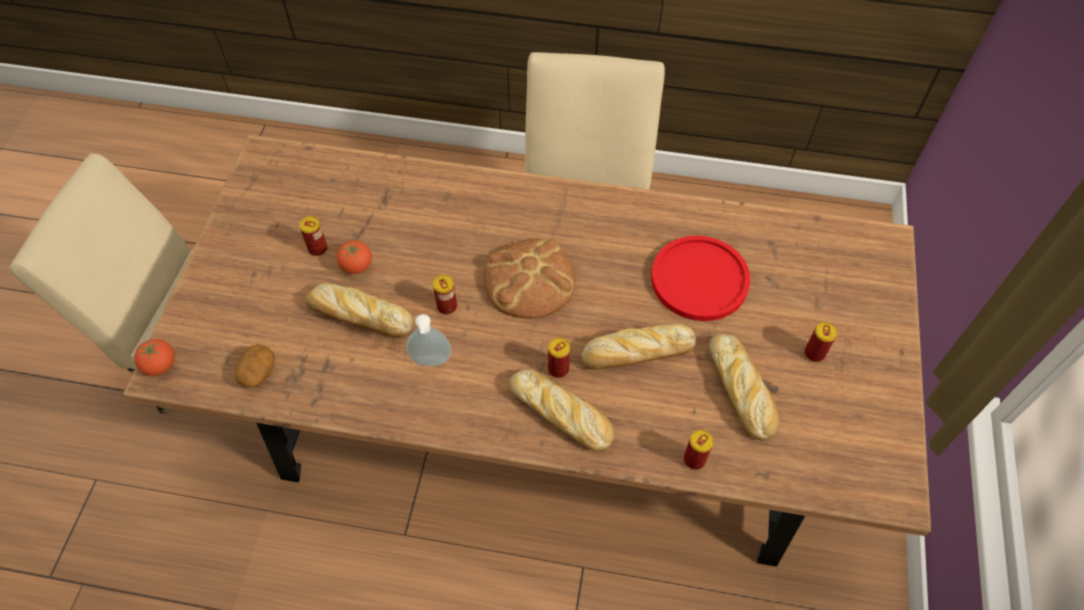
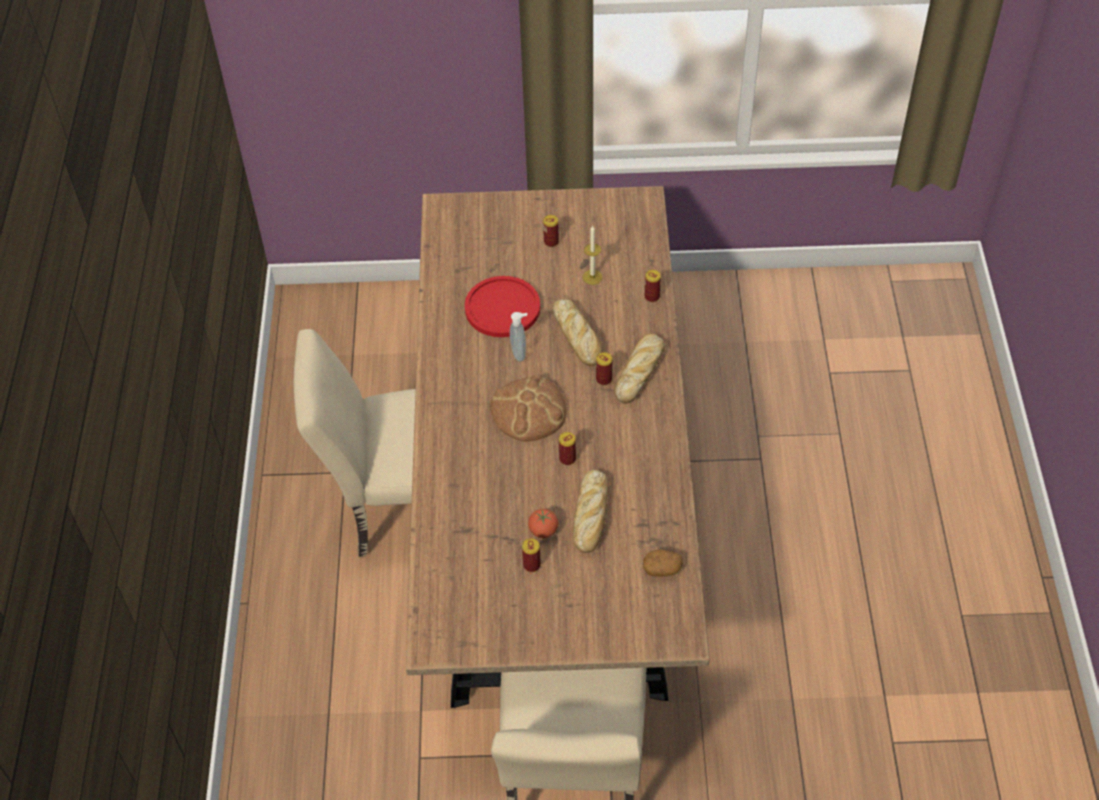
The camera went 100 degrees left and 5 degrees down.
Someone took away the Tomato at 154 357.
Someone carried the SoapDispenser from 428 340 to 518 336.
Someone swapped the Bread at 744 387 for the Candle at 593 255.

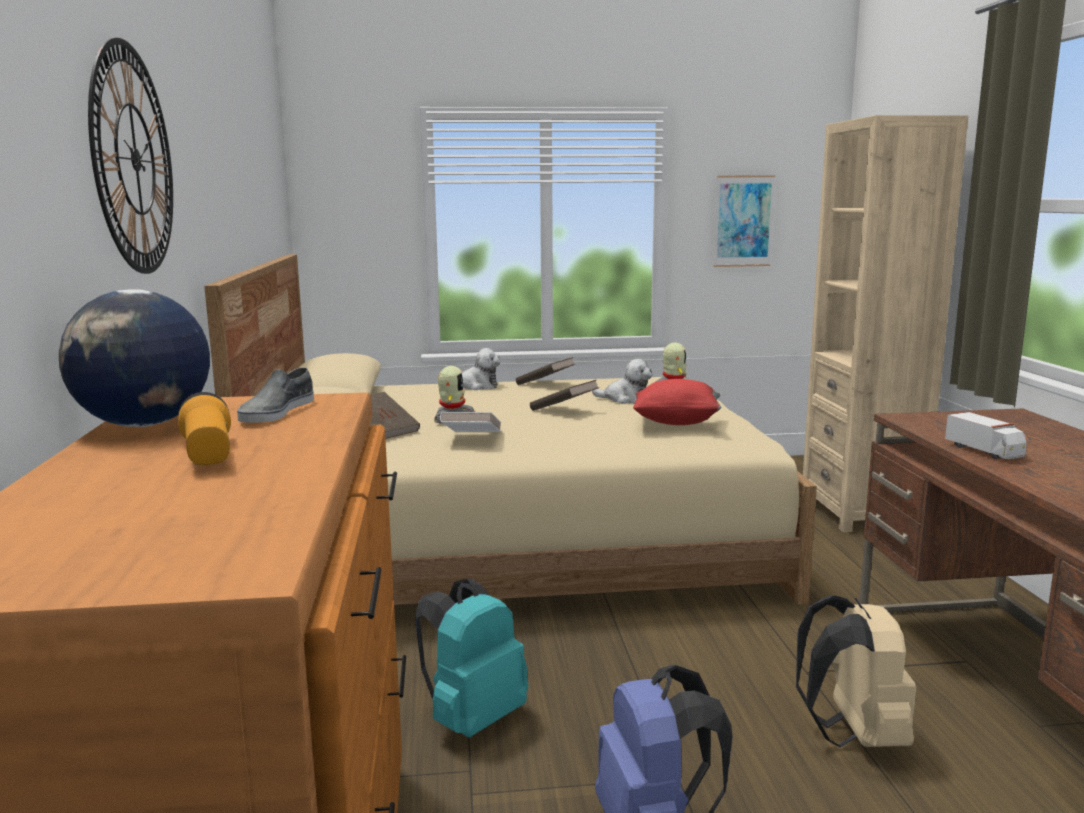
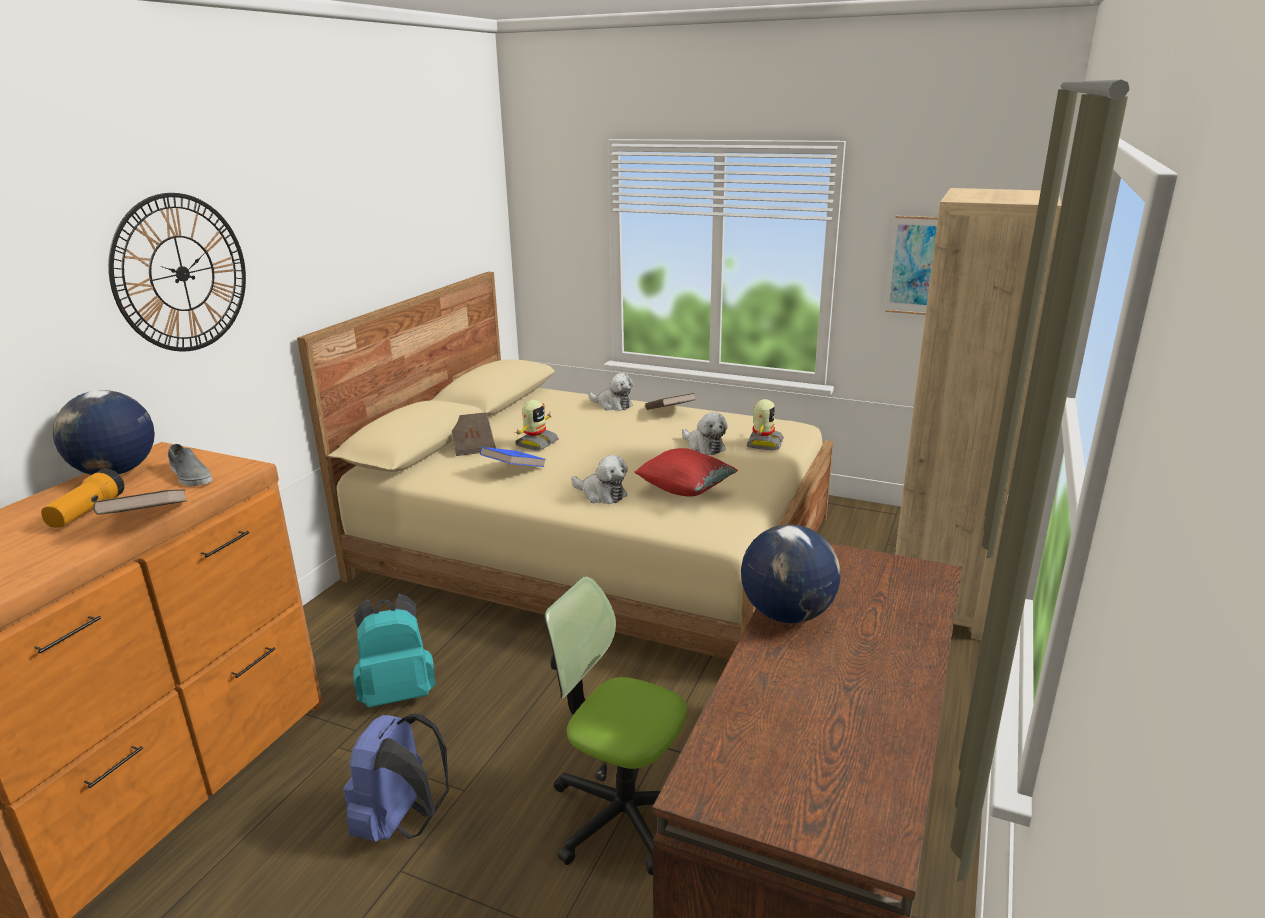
The camera went 30 degrees right and 10 degrees up.
Someone rotated the GreyShoe at 275 395 by 90 degrees counterclockwise.
Someone repainted the WhiteBook at 470 422, which became the BlueBook at 513 457.
Someone carried the BrownBook from 564 395 to 140 502.
Someone swapped the BeigeBackpack at 856 671 for the OfficeChair at 615 725.
Someone swapped the ToyTruck at 986 435 for the Globe at 790 574.
Someone put down the PlushToy at 599 479.

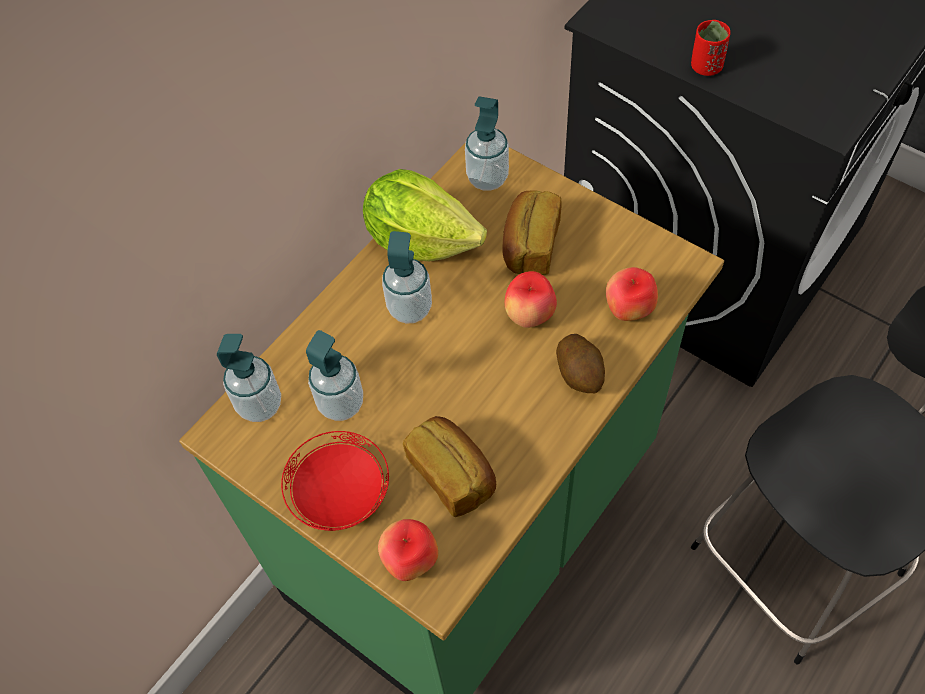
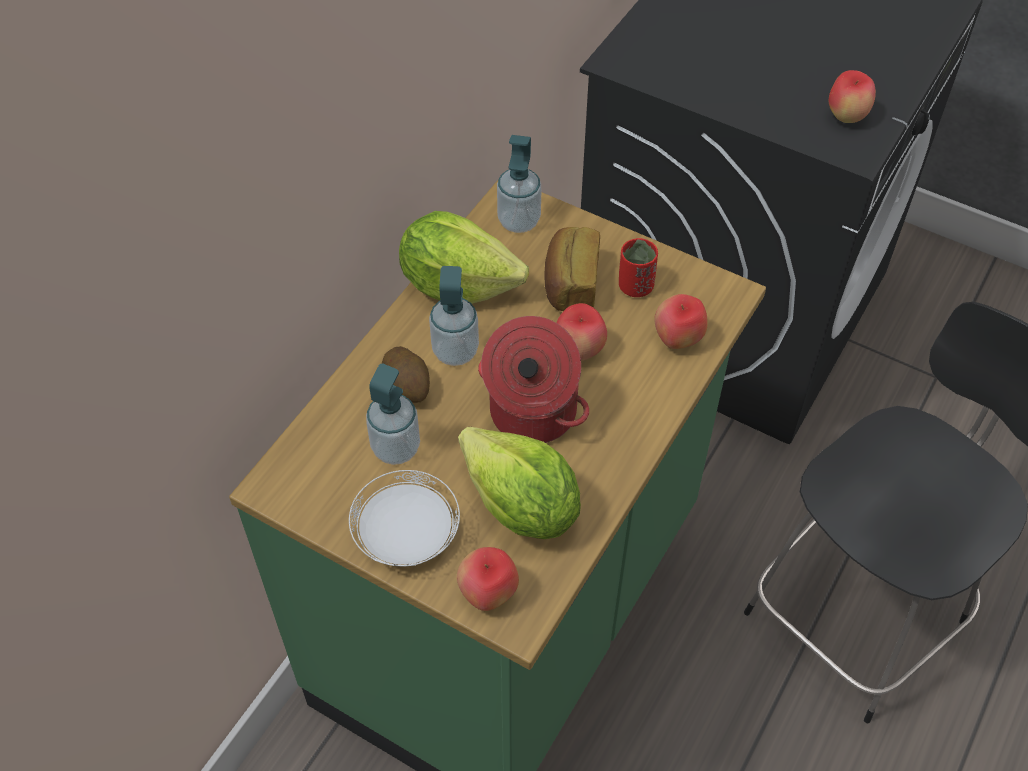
The camera went 10 degrees left and 5 degrees down.
Someone took away the SoapDispenser at 249 378.
Someone repainted the RedPlate at 335 481, which became the WhitePlate at 404 518.
Someone swapped the Bread at 449 466 for the Lettuce at 519 483.
Someone carried the Potato from 580 364 to 405 374.
Someone carried the RedCup from 711 48 to 638 267.
Someone put down the CookingPot at 533 379.
Someone put down the Apple at 852 96.

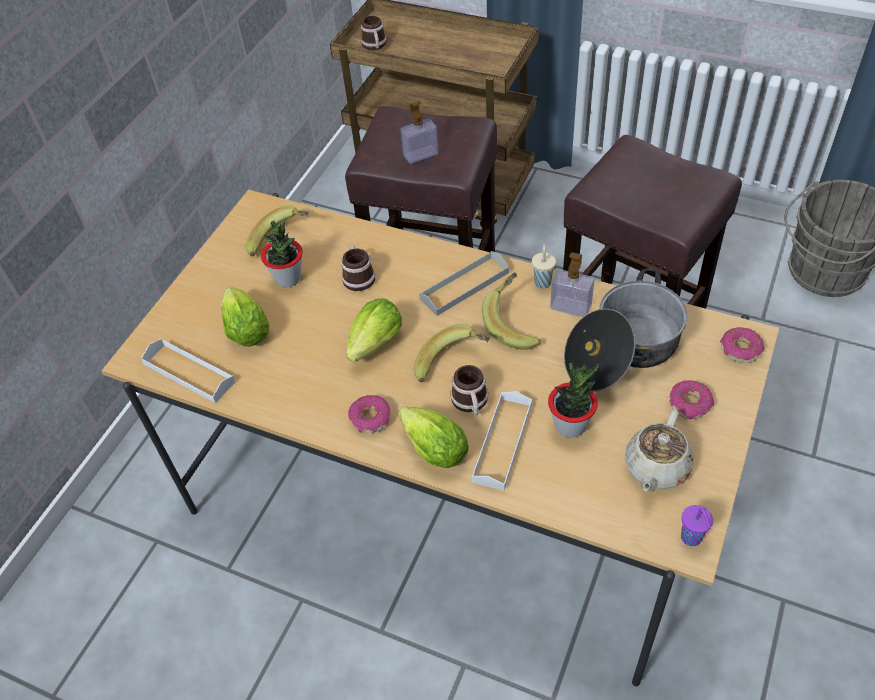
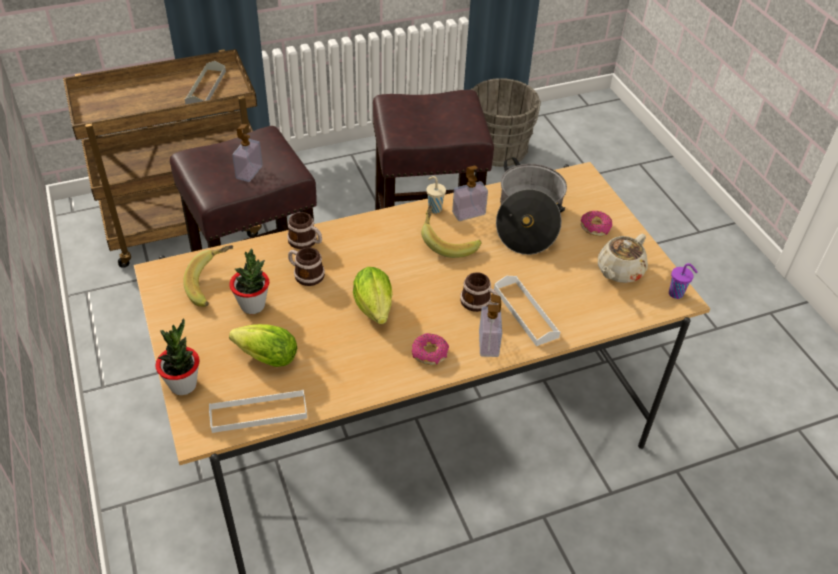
The camera went 50 degrees left and 5 degrees down.
Someone carried the Mug from 374 33 to 304 230.
Someone swapped the Lettuce at 433 437 for the SoapDispenser at 490 325.
Someone took away the Banana at 452 353.
Someone carried the GreyTray from 464 283 to 205 82.
Someone carried the PottedPlant from 573 400 to 177 357.
Someone rotated the BeigeTeapot at 659 451 by 60 degrees clockwise.
Someone took away the Donut at 742 345.

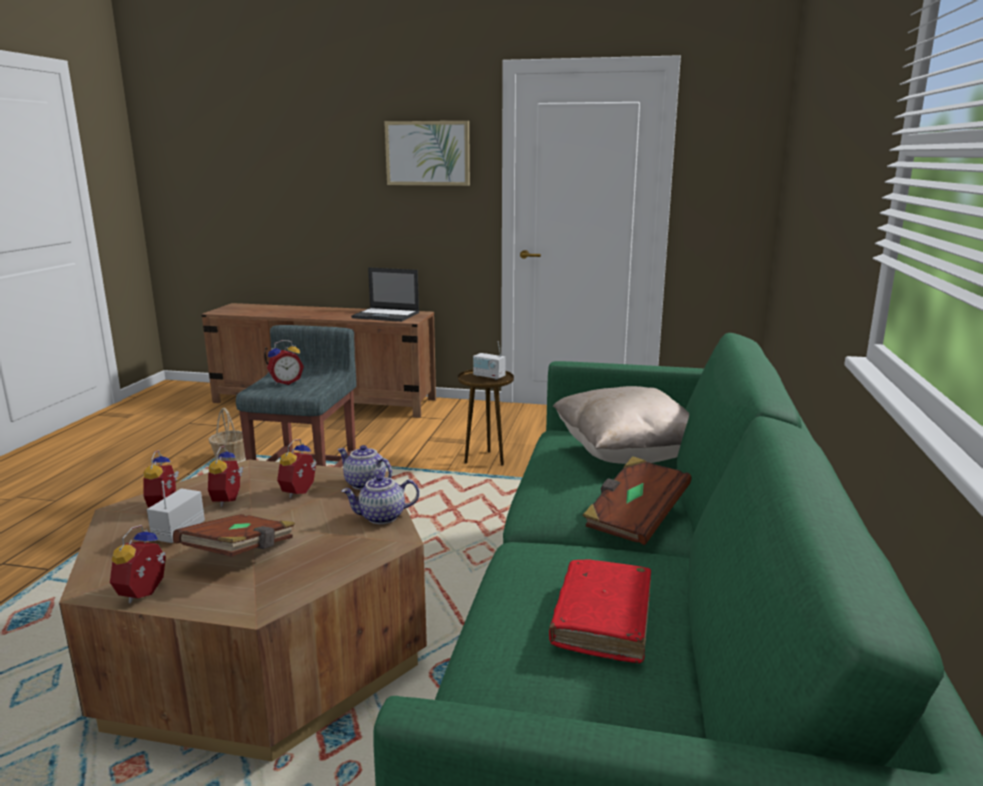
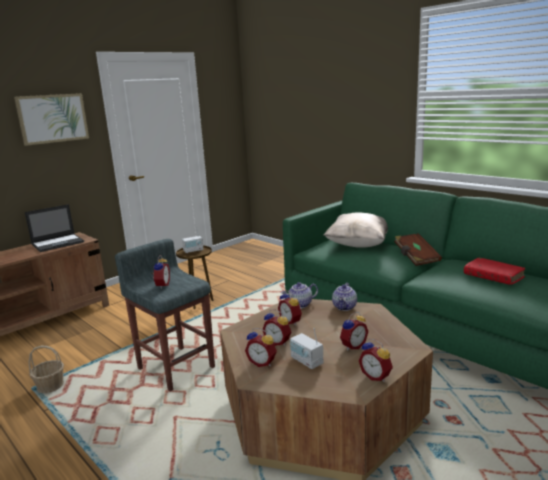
The camera went 55 degrees left and 0 degrees up.
Someone swapped the BrownBook at 234 535 for the AlarmClock at 354 331.

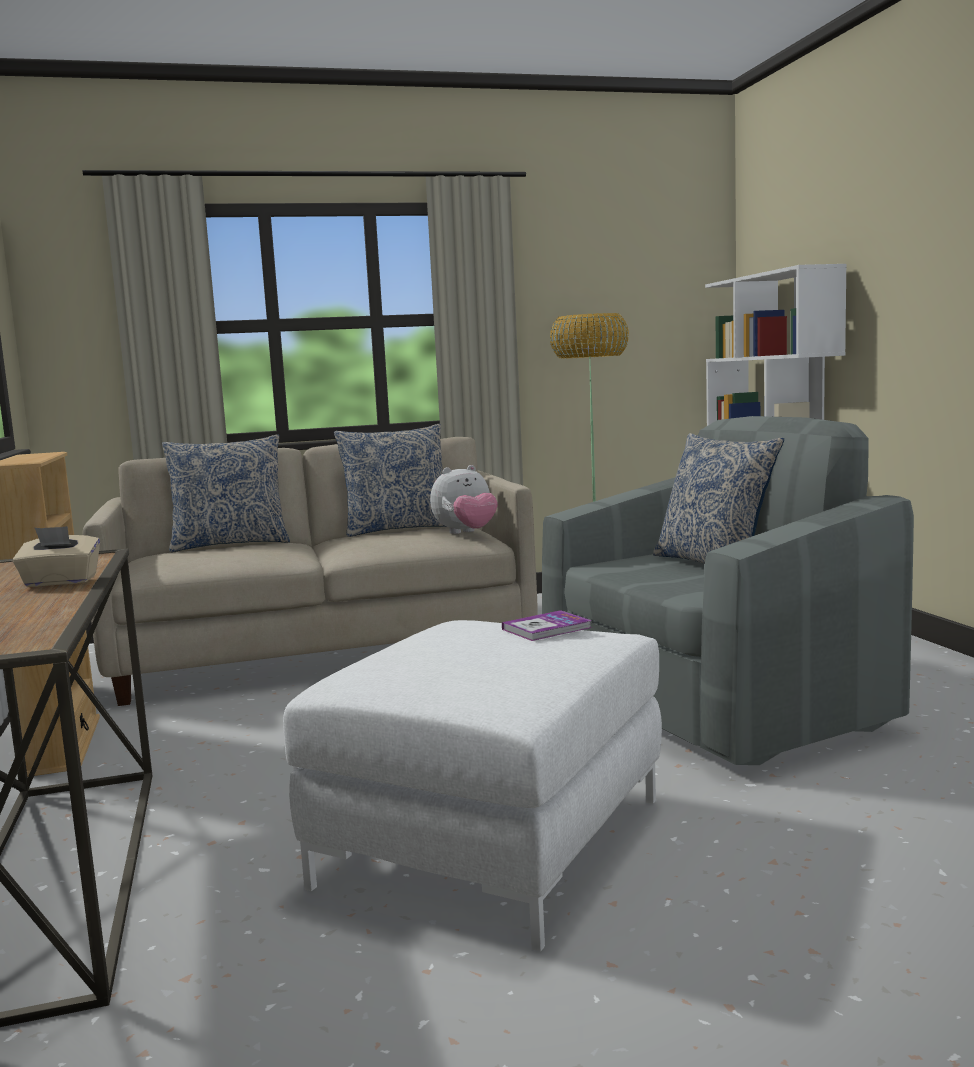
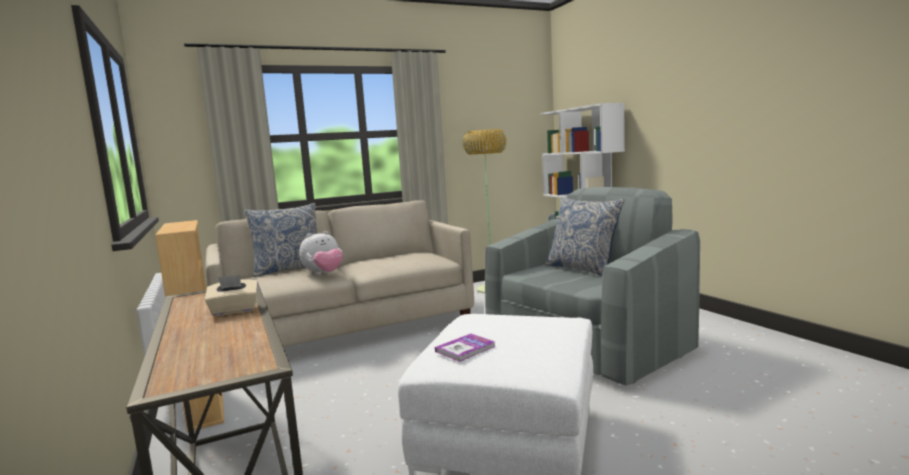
The camera went 10 degrees left and 0 degrees up.
Someone took away the Pillow at 390 480.
Someone carried the PlushToy from 464 499 to 321 253.
Someone carried the Book from 547 625 to 465 348.

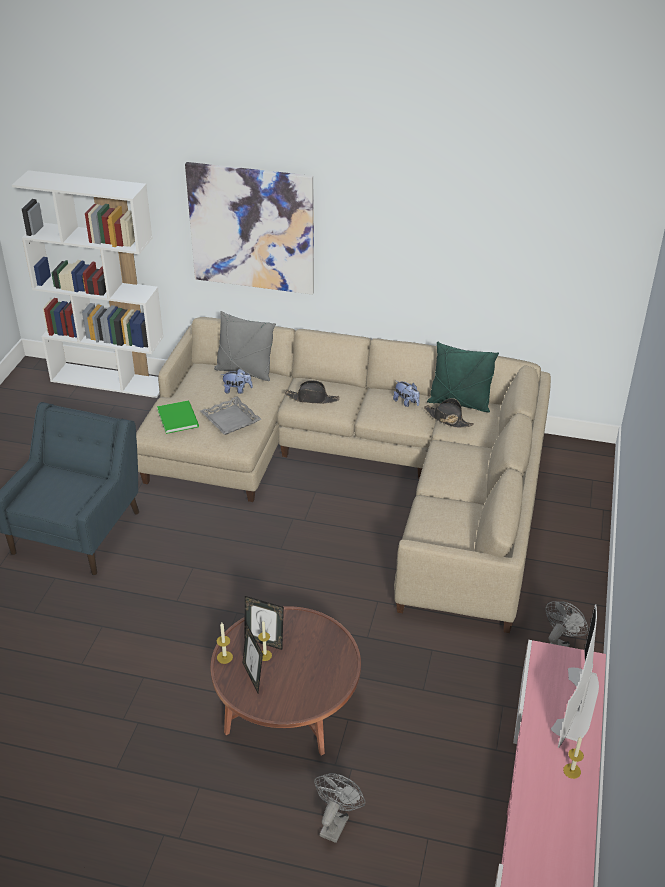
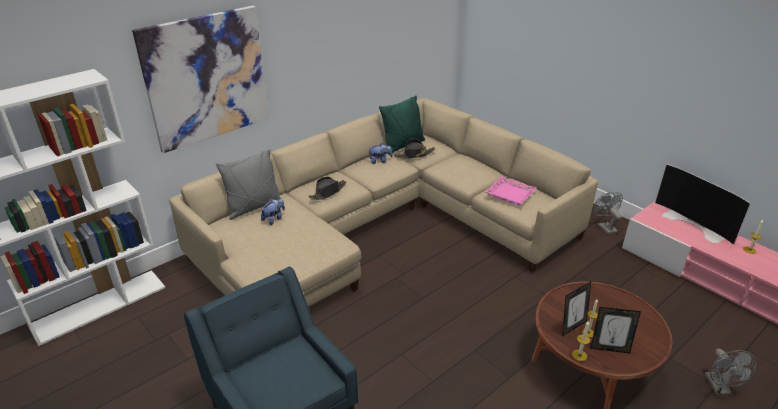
The camera went 55 degrees left and 5 degrees down.
Someone took away the GreenBook at 178 417.
Someone took away the GreyTray at 231 415.
Someone rotated the GreyFan at 339 808 by 150 degrees counterclockwise.
Someone put down the PinkTray at 511 190.

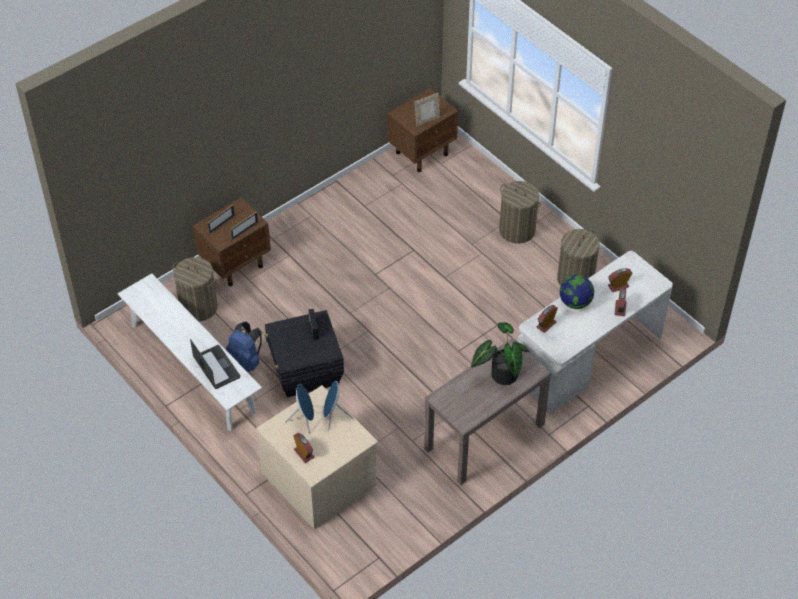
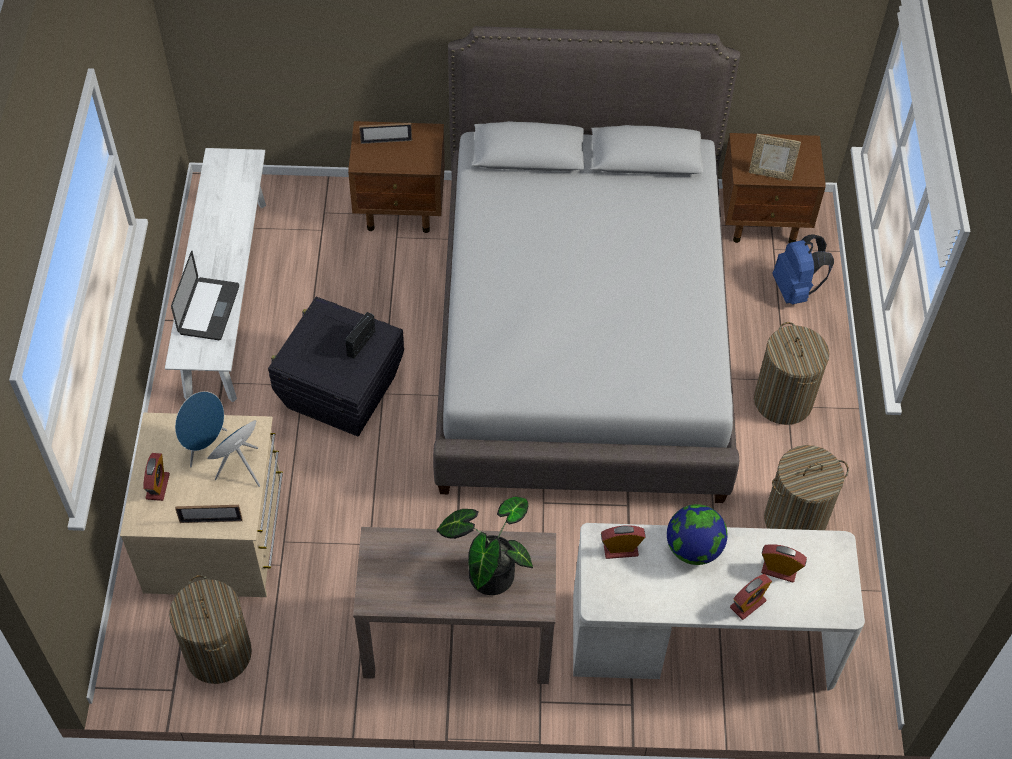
The camera went 40 degrees right and 5 degrees up.
Someone carried the LaundryBasket from 195 289 to 210 629.
Someone carried the BlueBackpack from 244 347 to 803 269.
Someone carried the PictureFrame from 244 225 to 209 514.
Someone put down the GreyBed at 586 264.

